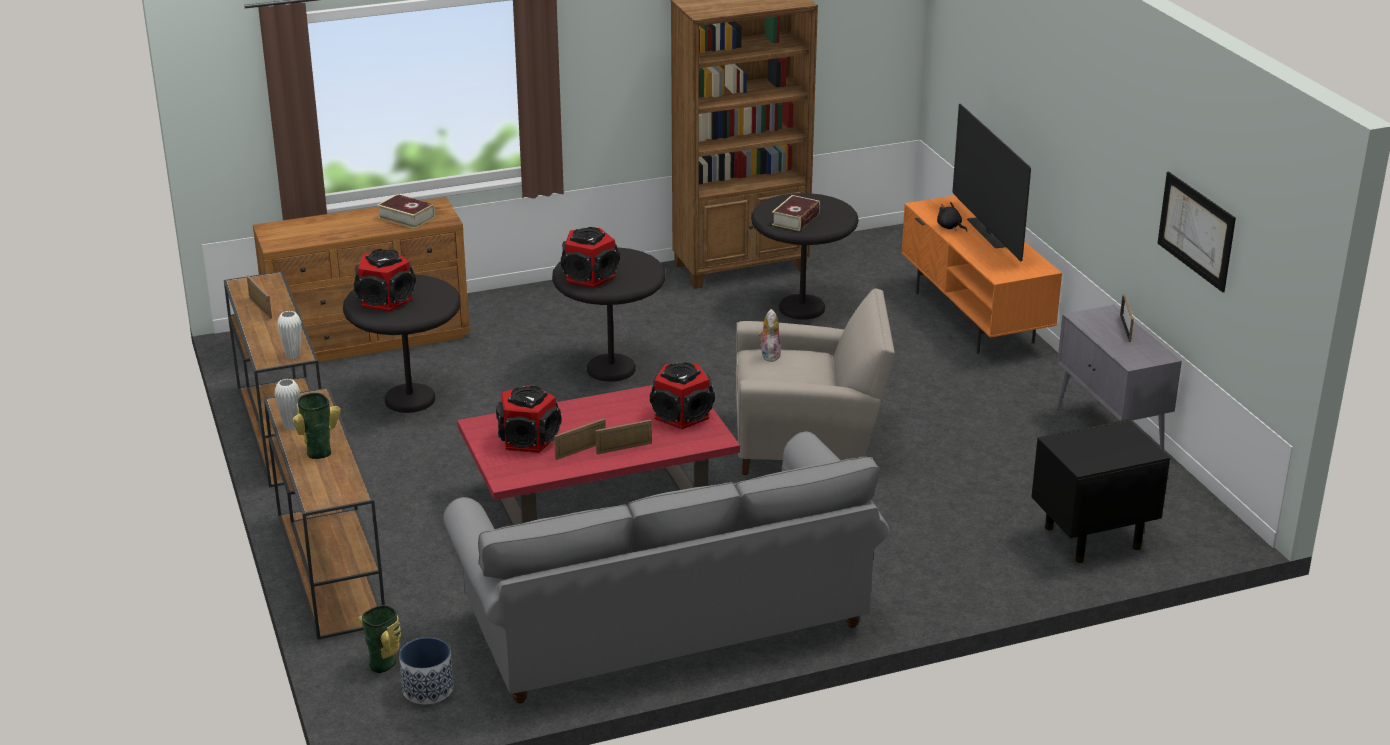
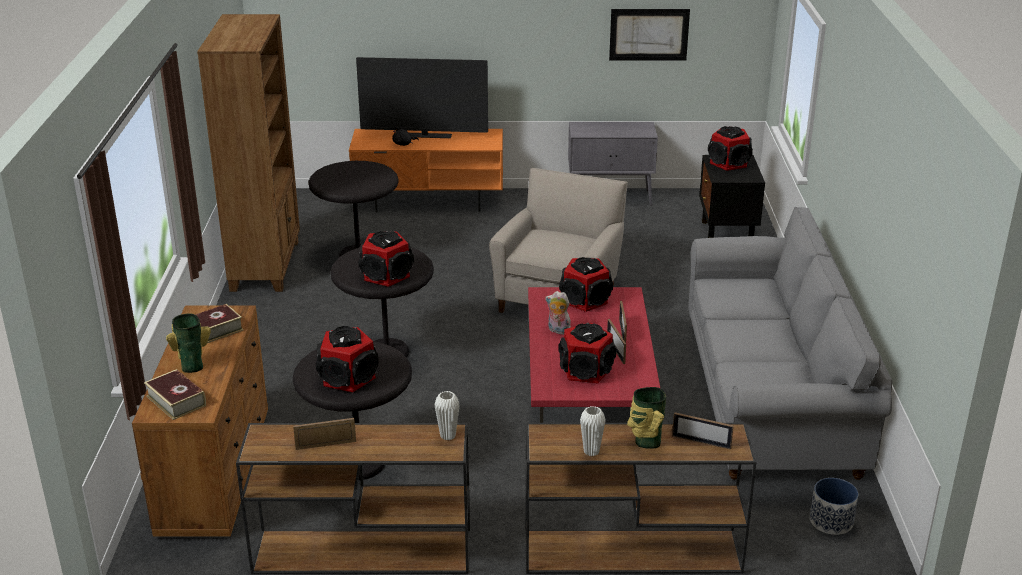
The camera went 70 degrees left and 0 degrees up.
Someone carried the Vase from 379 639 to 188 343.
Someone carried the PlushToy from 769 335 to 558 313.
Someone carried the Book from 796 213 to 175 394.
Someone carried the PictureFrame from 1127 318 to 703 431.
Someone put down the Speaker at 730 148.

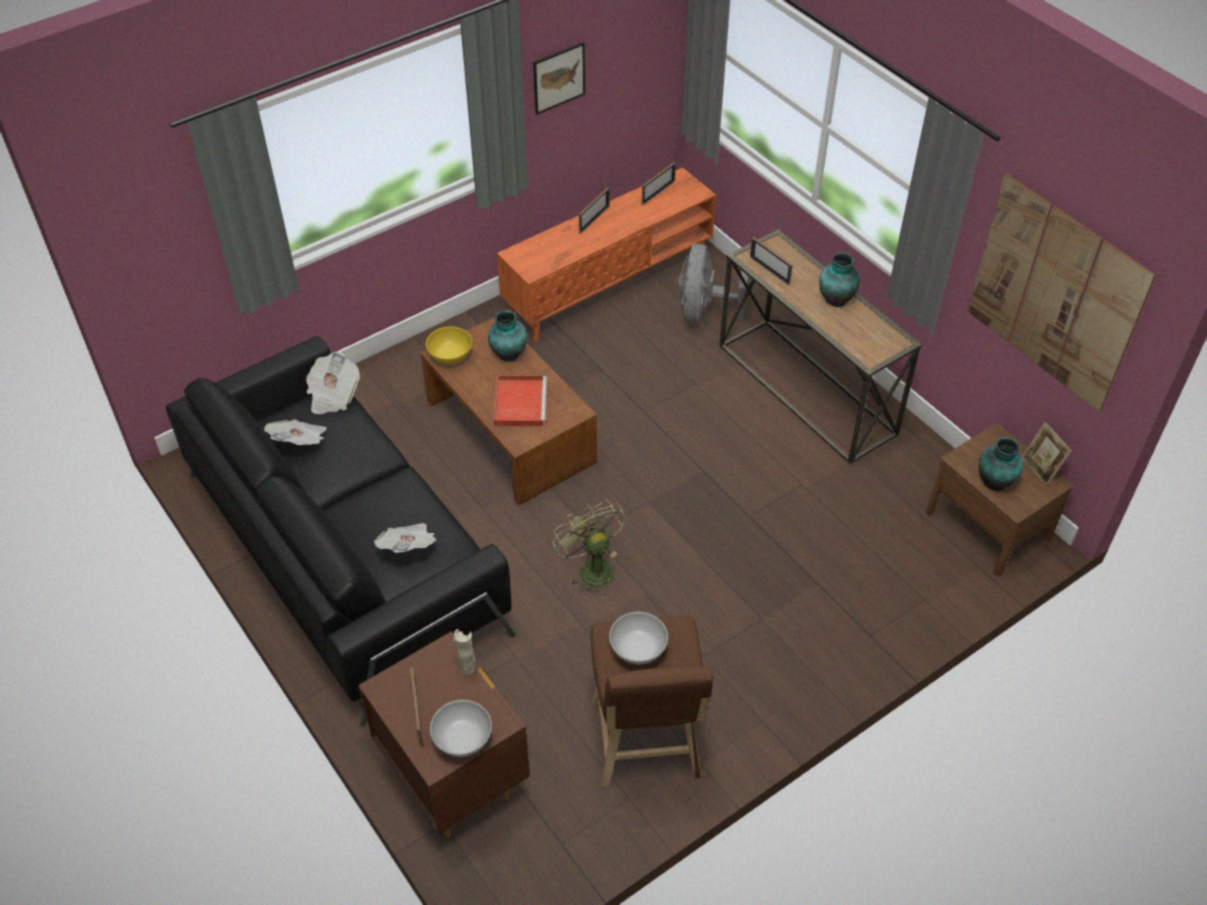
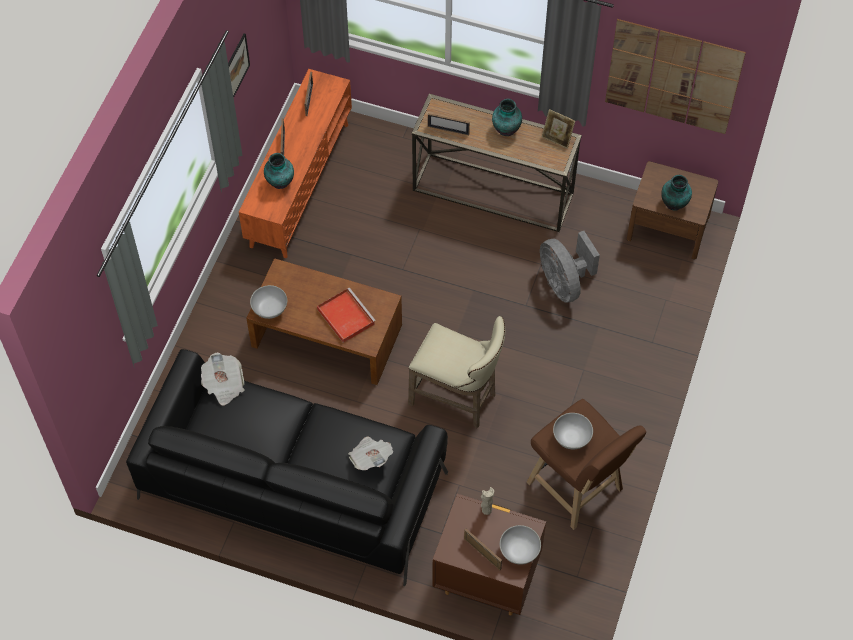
The camera went 35 degrees left and 10 degrees up.
Someone took away the Newspaper at 295 432.
Someone repainted the YellowBowl at 449 345, which became the WhiteBowl at 268 302.
Someone carried the Vase from 507 336 to 279 171.
Someone swapped the GreenFan at 589 548 for the BeigeStool at 456 372.
Someone carried the GreyFan from 713 283 to 570 267.
Someone carried the PictureFrame from 1046 454 to 558 129.

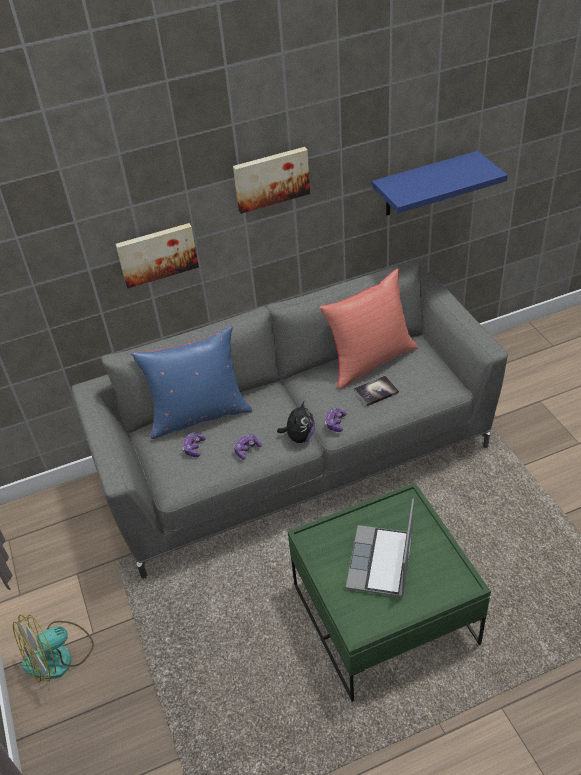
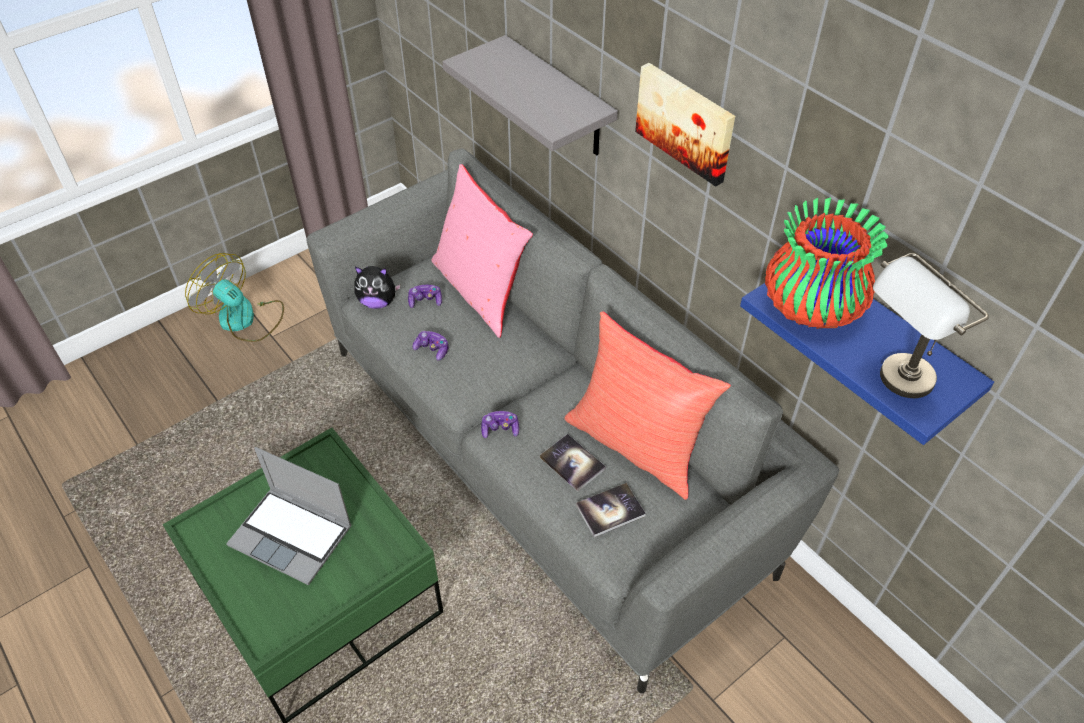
The camera went 70 degrees right and 5 degrees up.
Someone swapped the Picture at 157 255 for the GreyShelf at 530 95.
Someone repainted the BluePillow at 192 382, which became the PinkPillow at 482 251.
Someone carried the PlushToy from 296 422 to 377 287.
Someone rotated the Laptop at 380 547 by 150 degrees counterclockwise.
Someone put down the Book at 611 510.
Someone put down the Vase at 826 263.
Someone put down the GreyTableLamp at 931 325.

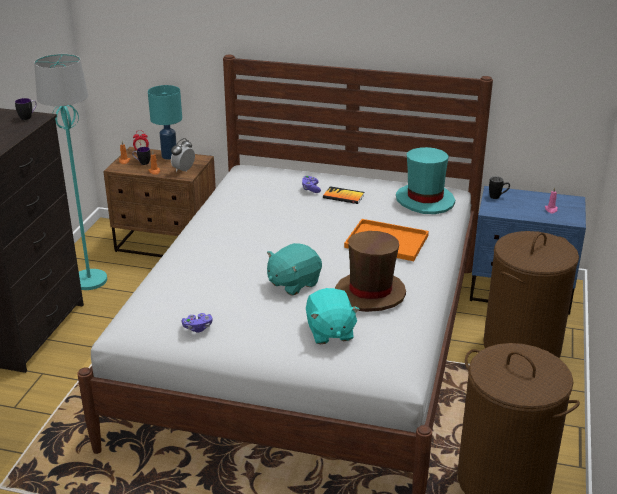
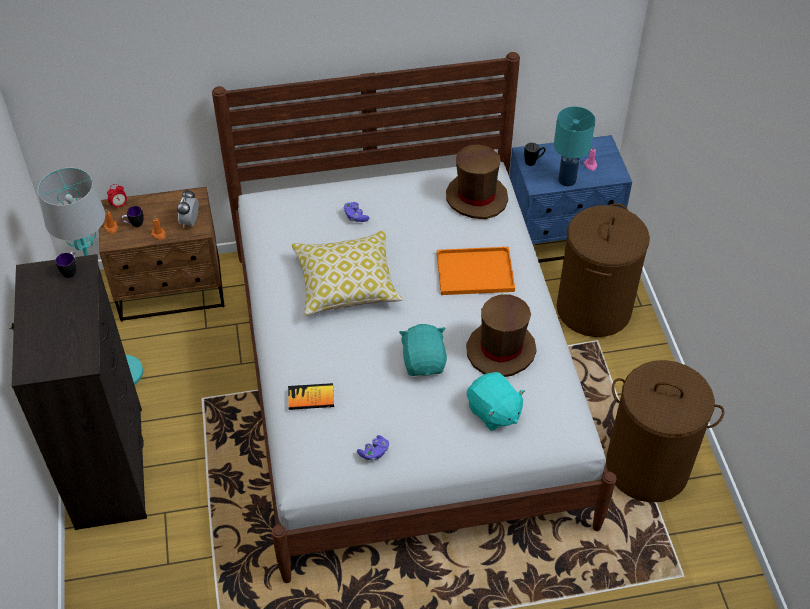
The camera went 25 degrees left and 20 degrees up.
Someone carried the TurquoiseTableLamp from 165 122 to 574 146.
Someone rotated the TurquoisePlushToy at 294 269 by 150 degrees clockwise.
Someone carried the Book from 343 195 to 311 396.
Someone repainted the TurquoiseHat at 425 180, which became the BrownHat at 477 182.
Someone put down the Pillow at 347 273.

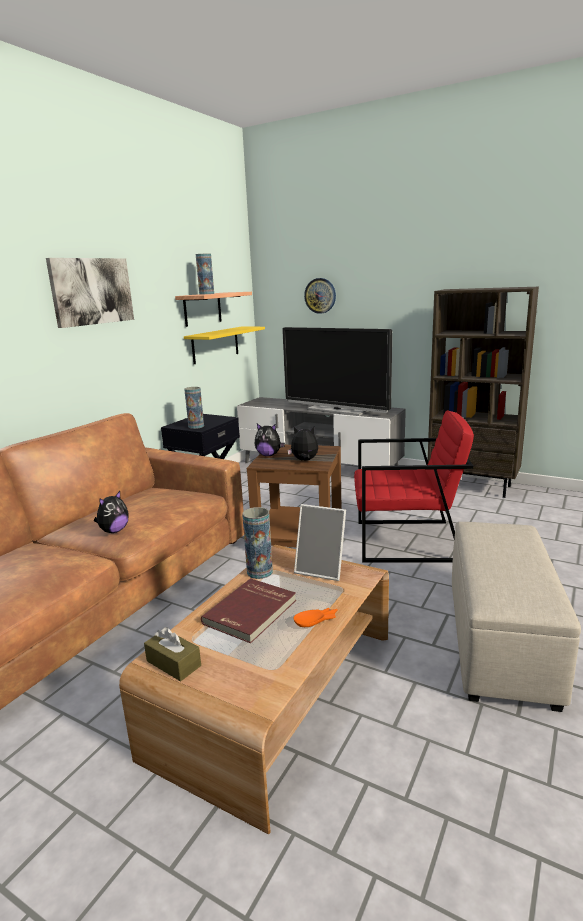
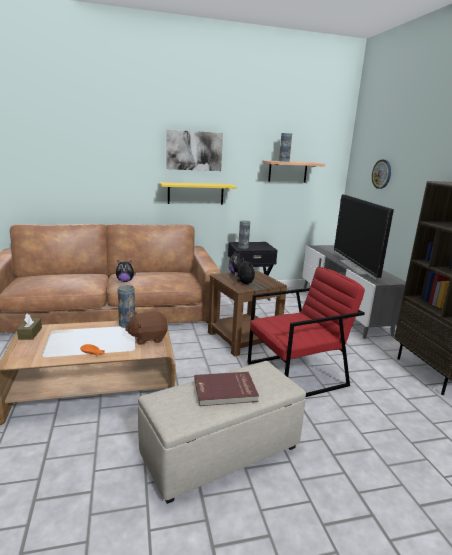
The camera went 45 degrees right and 0 degrees up.
Someone carried the YellowShelf from 224 345 to 198 193.
Someone carried the RedBook from 248 610 to 226 389.
Someone swapped the PictureFrame at 320 542 for the BrownPlushToy at 146 328.
Someone rotated the RedArmchair at 414 486 by 75 degrees counterclockwise.

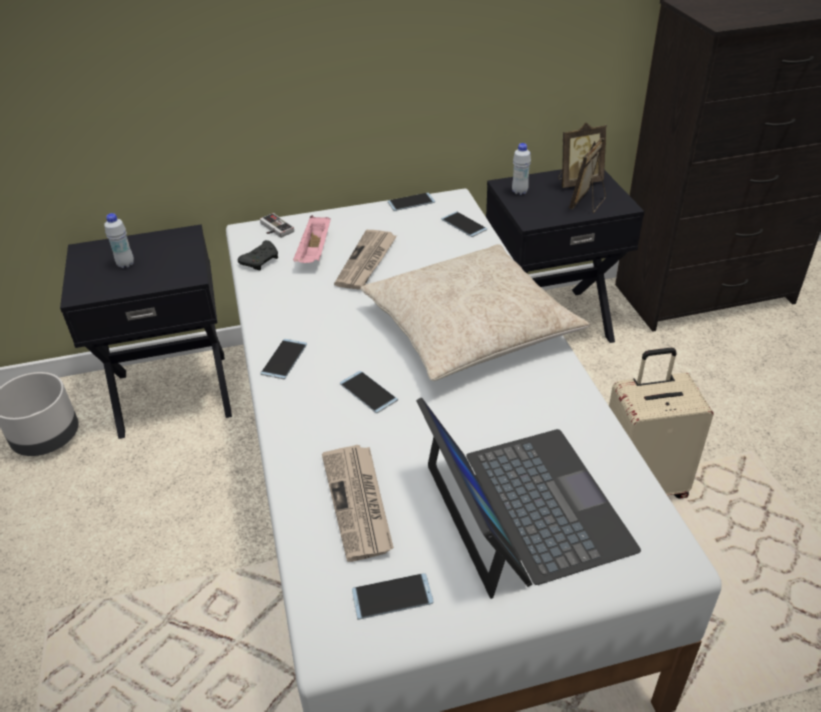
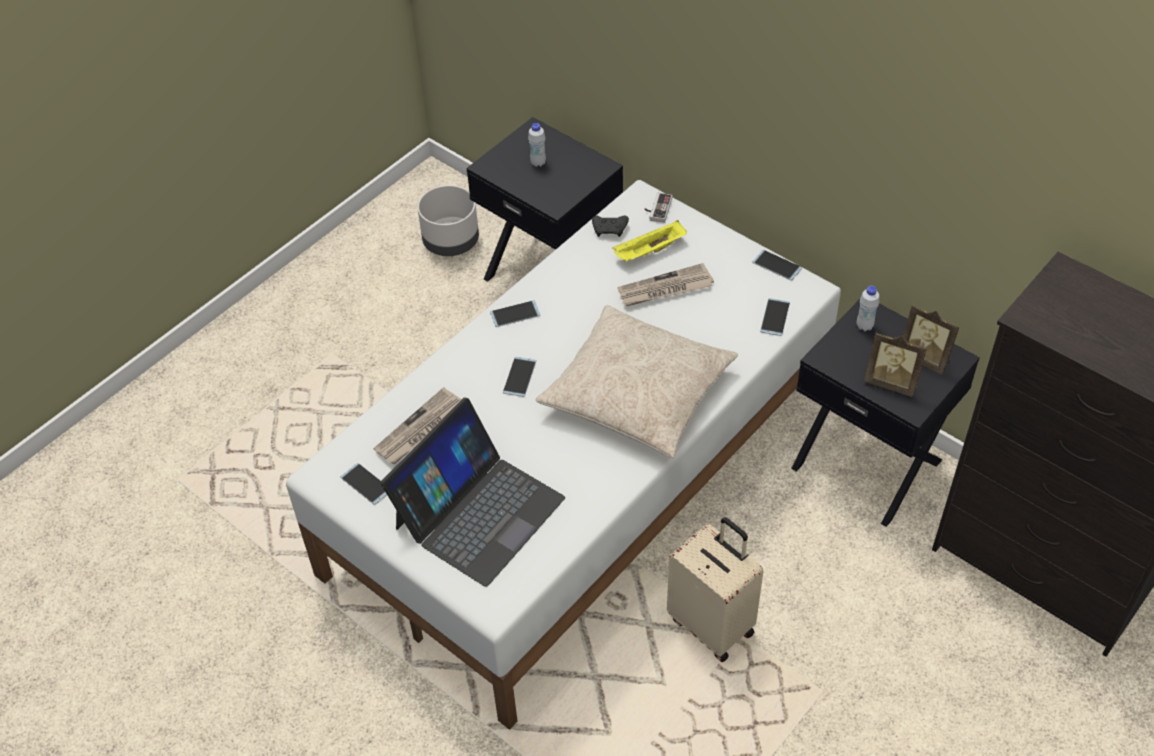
The camera went 55 degrees right and 10 degrees up.
Someone repainted the PinkTray at 312 239, which became the YellowTray at 649 241.
Someone rotated the PictureFrame at 587 175 by 150 degrees counterclockwise.

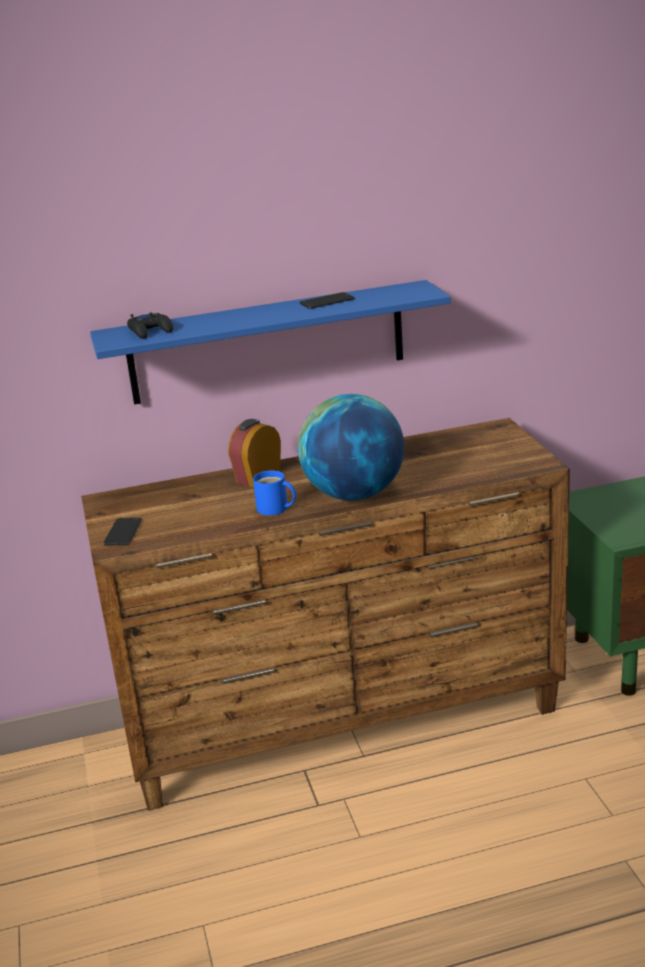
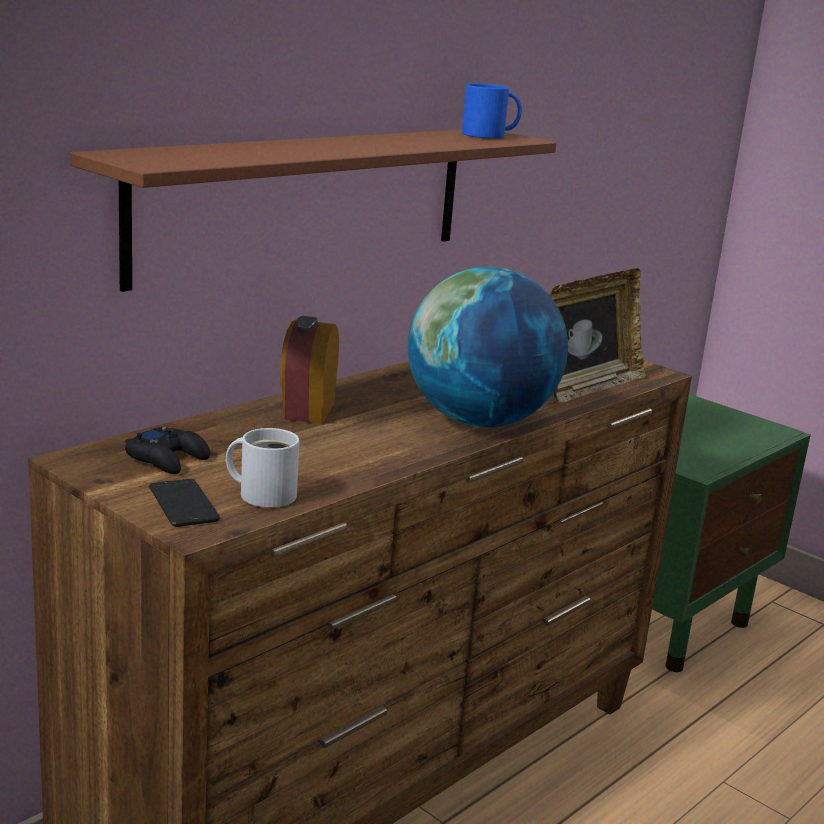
The camera went 35 degrees left and 5 degrees down.
Someone repainted the BlueShelf at 270 342, which became the BrownShelf at 313 211.
Someone carried the BlackGameController from 150 325 to 167 450.
Someone carried the BlueMug from 274 493 to 492 111.
Someone took away the Phone at 327 300.
Someone put down the WhiteMug at 262 468.
Someone put down the PictureFrame at 597 335.

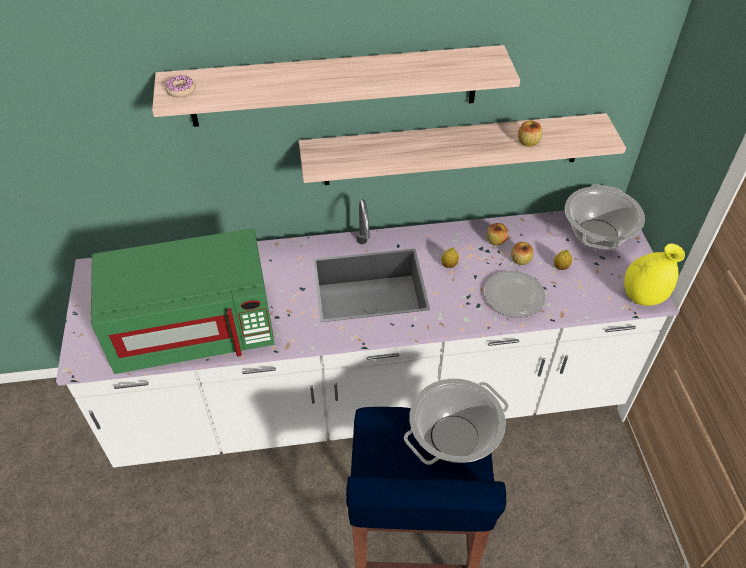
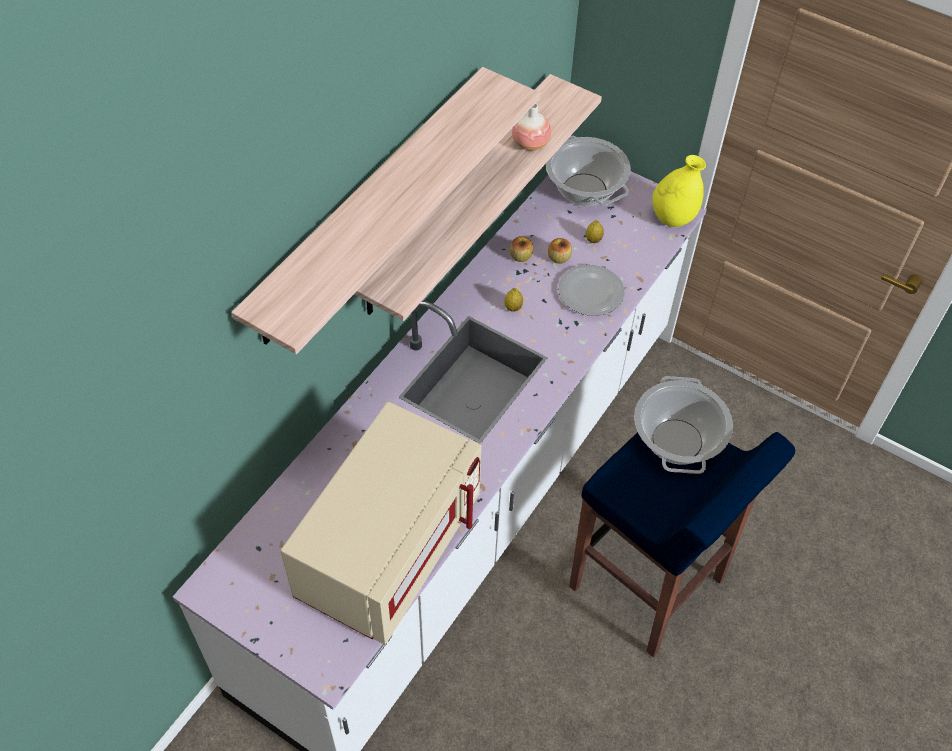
The camera went 50 degrees left and 5 degrees up.
Someone repainted the GreenMicrowave at 182 301, which became the BeigeMicrowave at 381 523.
Someone took away the Donut at 181 86.
Someone swapped the Apple at 530 134 for the Vase at 531 127.

